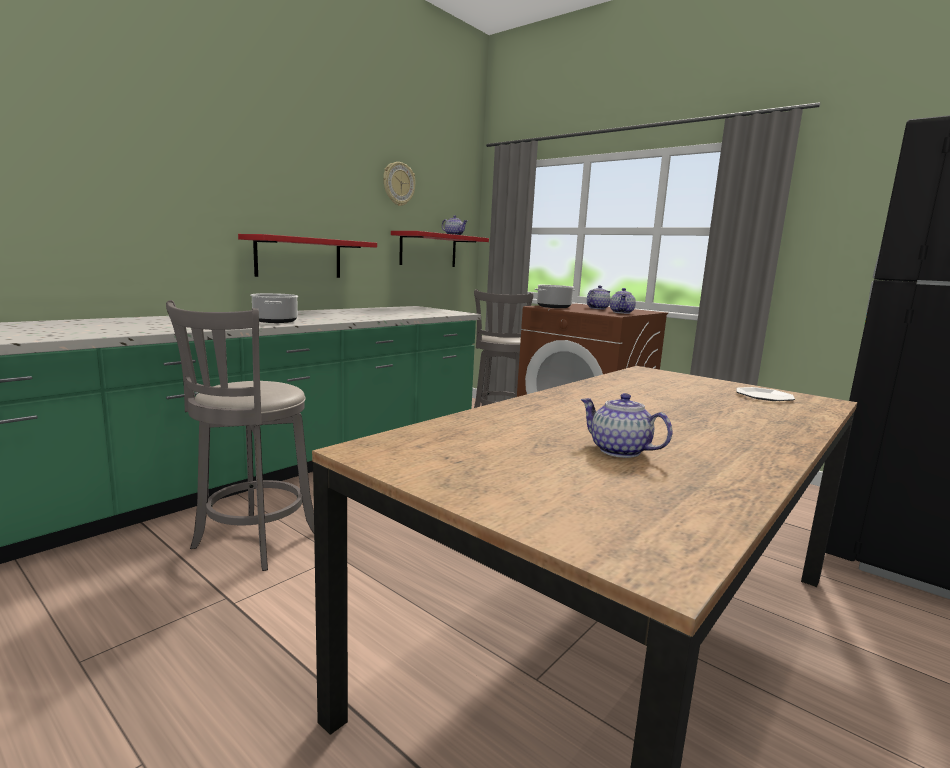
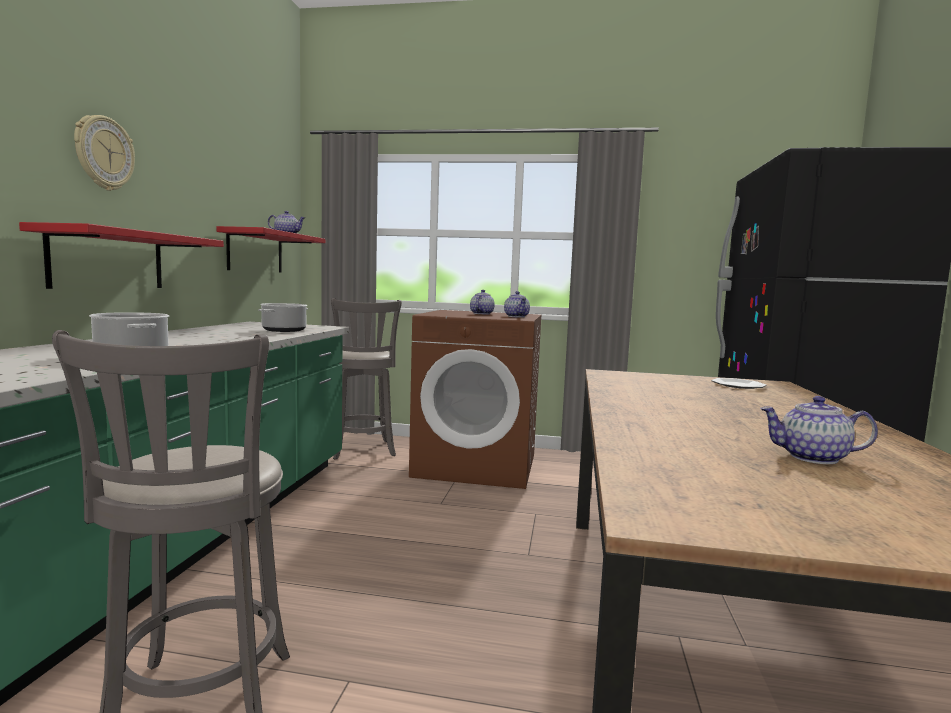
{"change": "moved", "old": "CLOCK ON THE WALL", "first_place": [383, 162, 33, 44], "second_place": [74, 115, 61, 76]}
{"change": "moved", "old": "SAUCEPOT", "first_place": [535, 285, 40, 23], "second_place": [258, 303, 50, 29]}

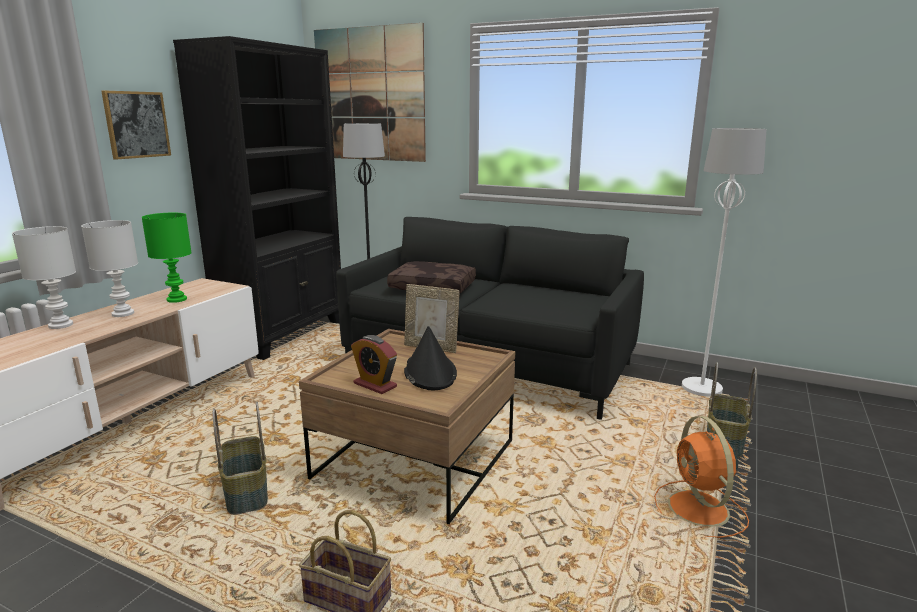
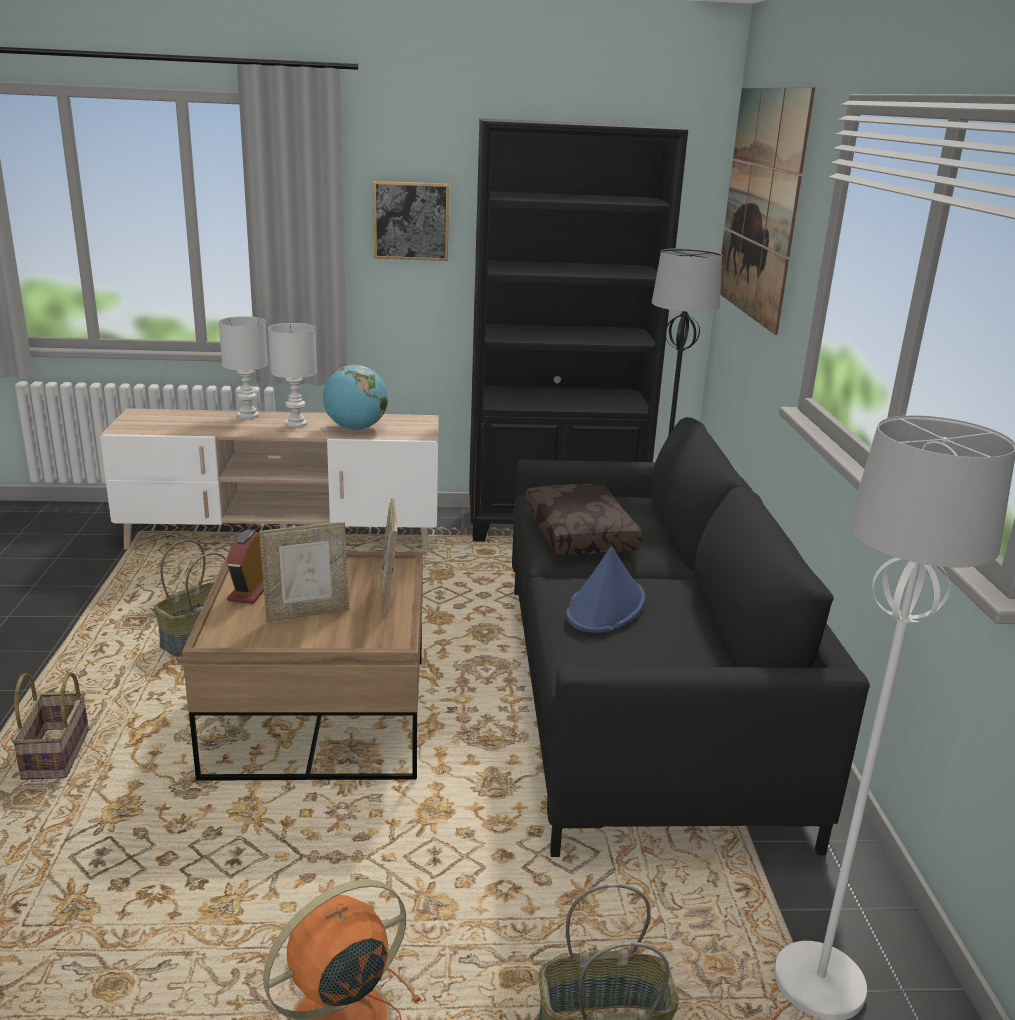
{"change": "added", "new": "BLUE CLOTHING HAT", "second_place": [565, 547, 80, 86]}
{"change": "replaced", "old": "GREEN-COLOURED LAMP FOR A TABLE", "new": "WORLD GLOBE", "first_place": [142, 213, 50, 90], "second_place": [323, 365, 65, 65]}
{"change": "replaced", "old": "BLACK-COLOURED CLOTHING HAT", "new": "PHOTO FRAME", "first_place": [404, 326, 53, 64], "second_place": [259, 522, 90, 100]}

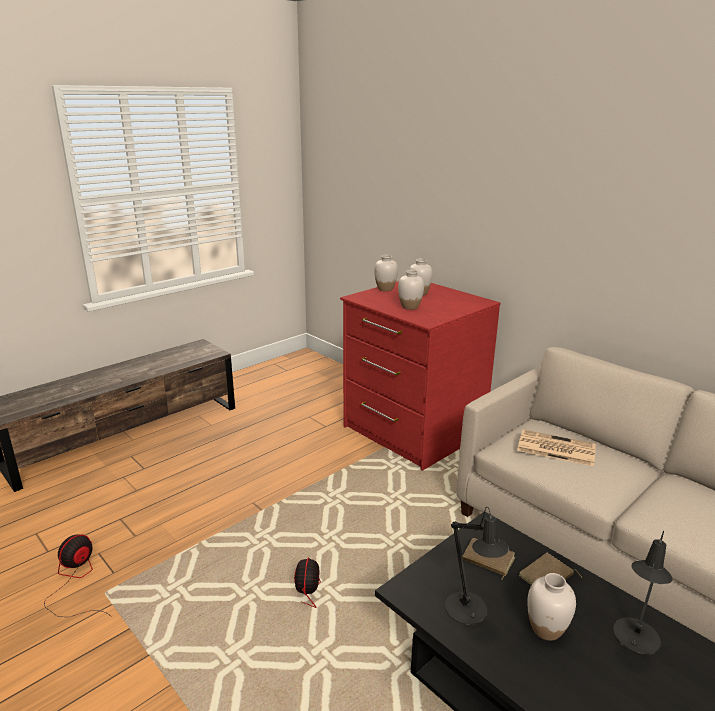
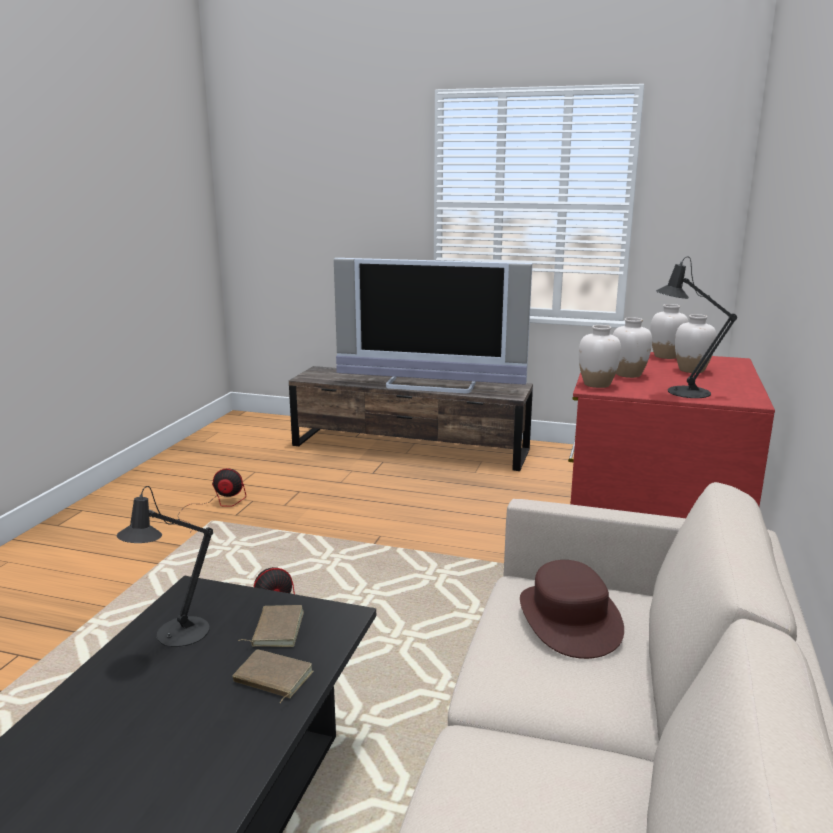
{"change": "added", "new": "TV SET", "second_place": [334, 258, 198, 135]}
{"change": "moved", "old": "WHITISH FLOWER VASE", "first_place": [528, 573, 48, 68], "second_place": [579, 325, 42, 63]}
{"change": "moved", "old": "BLACK-COLOURED LAMP FOR A TABLE", "first_place": [613, 531, 60, 123], "second_place": [656, 257, 81, 141]}
{"change": "replaced", "old": "PRINTED PAPER", "new": "BROWN CLOTHING HAT", "first_place": [517, 430, 79, 36], "second_place": [520, 560, 104, 99]}

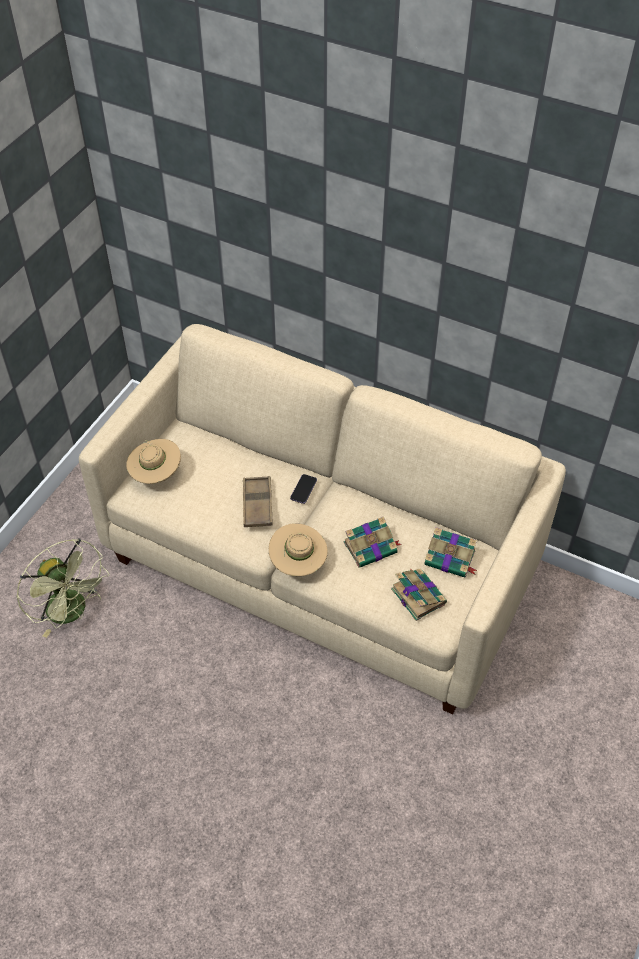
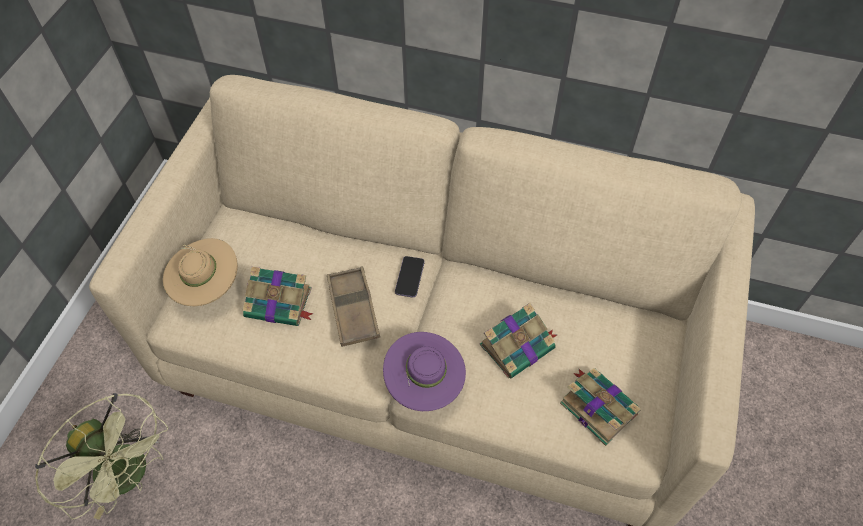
{"change": "moved", "old": "BOUND BOOK", "first_place": [424, 528, 53, 49], "second_place": [242, 267, 72, 59]}
{"change": "recoloured", "old": "BEIGE CLOTHING HAT", "new": "PURPLISH CLOTHING HAT", "first_place": [269, 523, 59, 53], "second_place": [383, 332, 83, 79]}

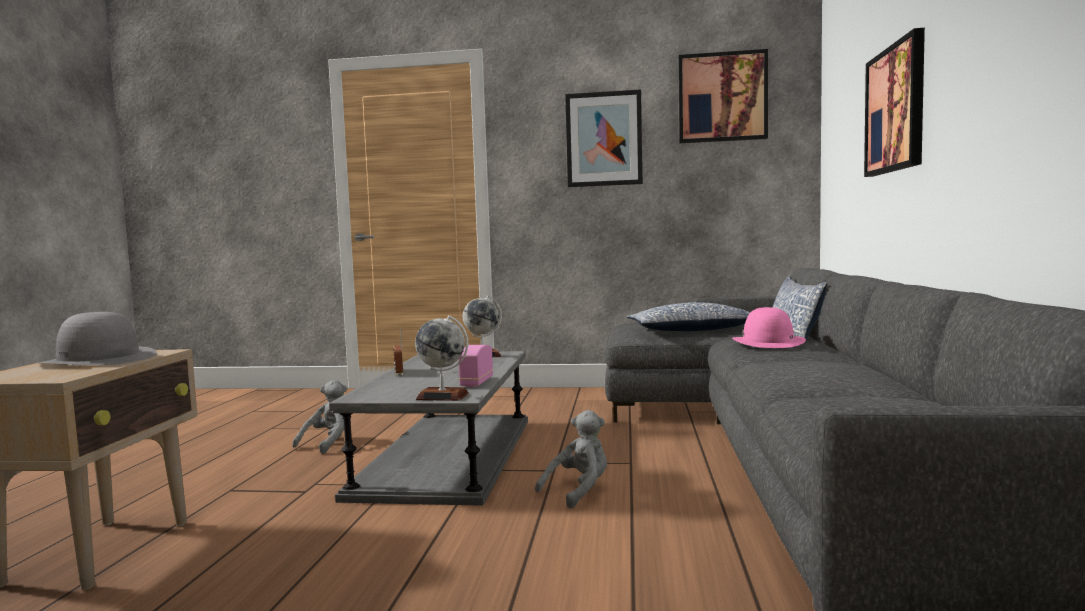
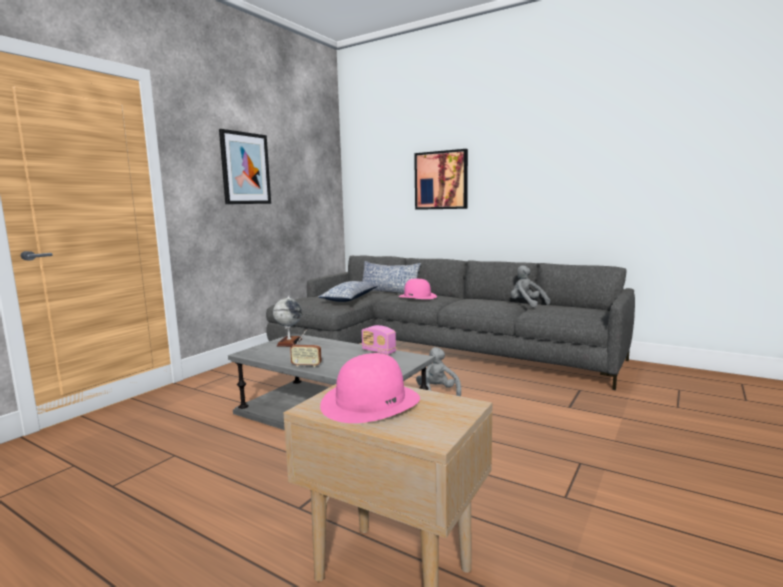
{"change": "removed", "old": "WORLD GLOBE", "first_place": [415, 315, 54, 86]}
{"change": "removed", "old": "PICTURE", "first_place": [678, 49, 90, 94]}
{"change": "moved", "old": "GREYISH CUDDLY TOY", "first_place": [292, 380, 56, 74], "second_place": [510, 265, 40, 43]}
{"change": "recoloured", "old": "GREYISH CLOTHING HAT", "new": "PINK CLOTHING HAT", "first_place": [39, 312, 118, 53], "second_place": [320, 353, 100, 70]}

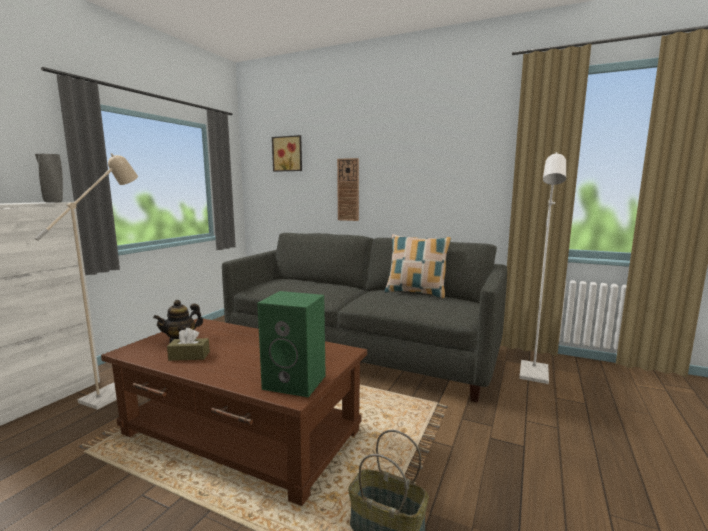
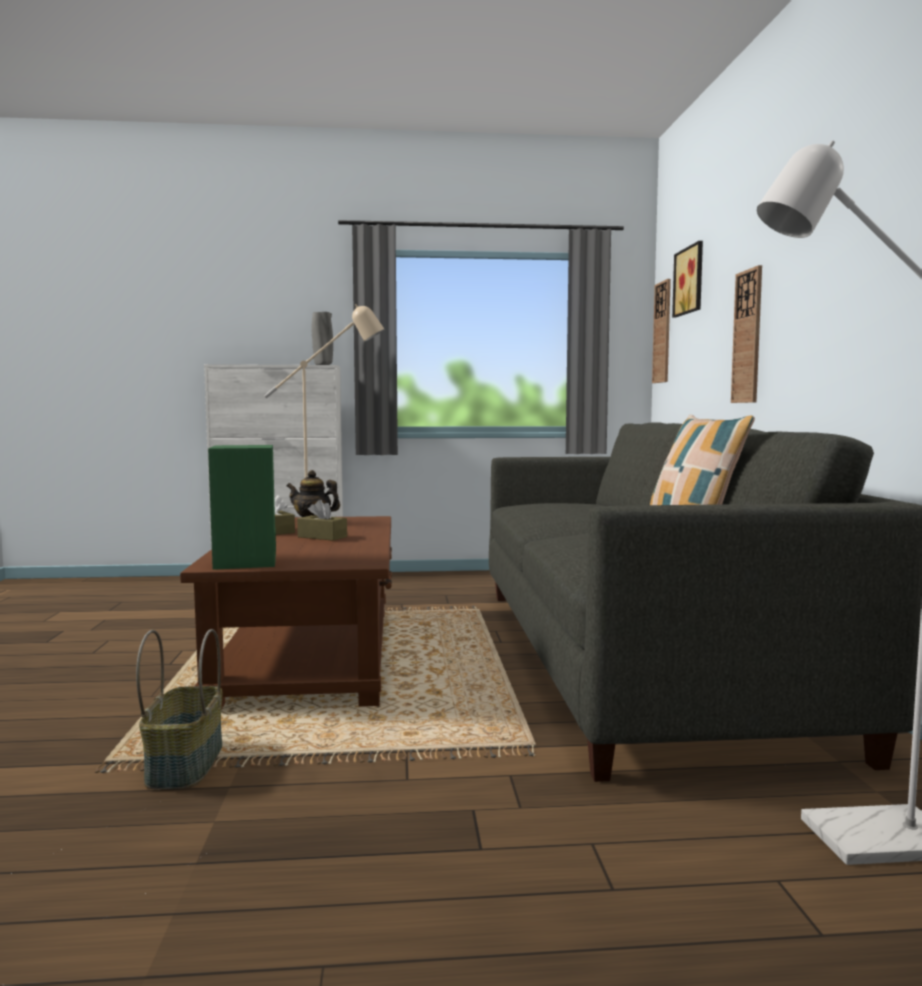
{"change": "added", "new": "BROWN TISSUE BOX", "second_place": [297, 500, 50, 41]}
{"change": "added", "new": "CLOCK ON THE WALL", "second_place": [652, 279, 19, 104]}

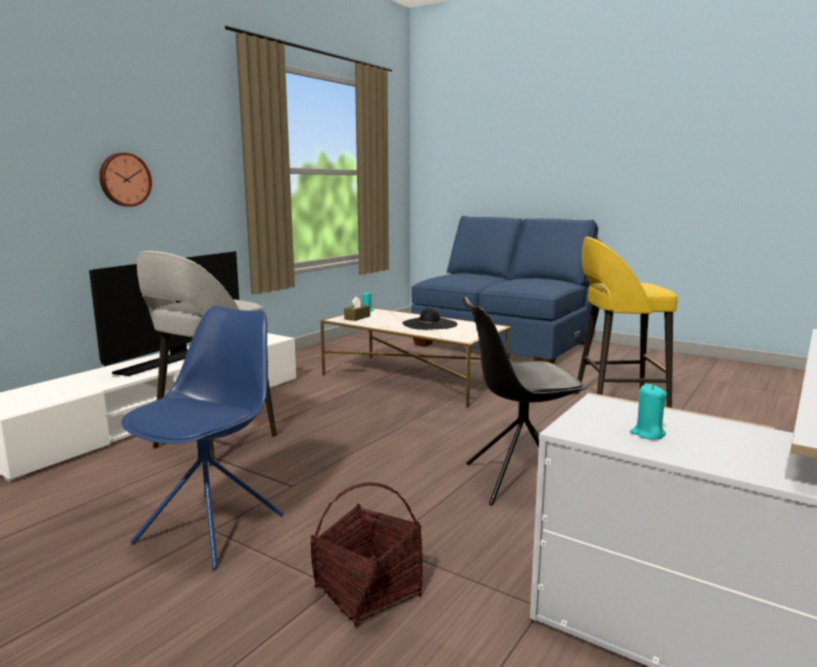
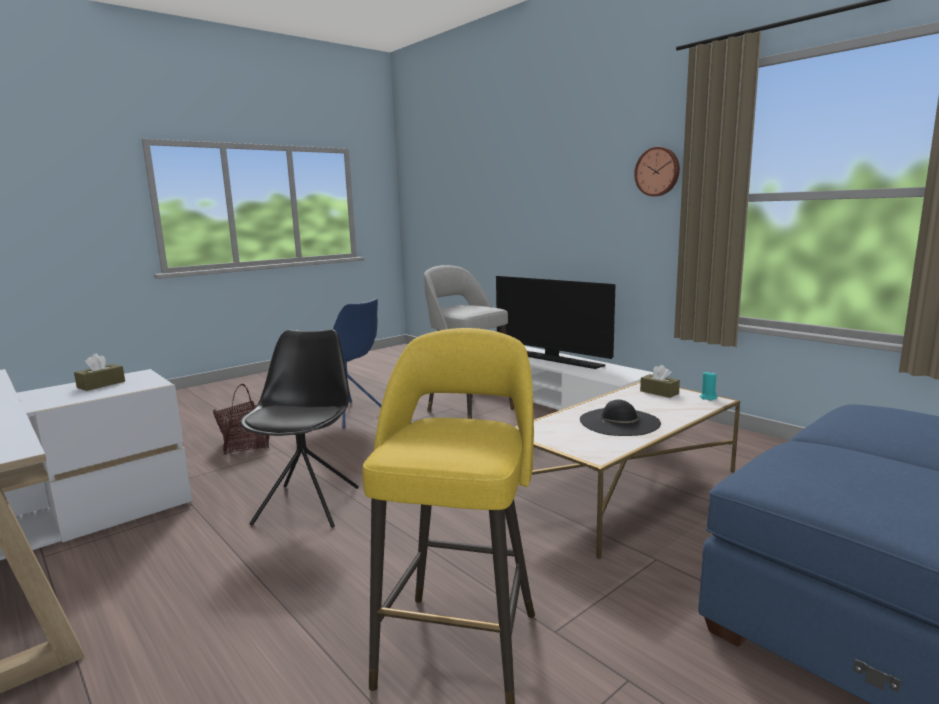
{"change": "moved", "old": "CLOCK ON THE WALL", "first_place": [99, 152, 53, 55], "second_place": [634, 147, 46, 49]}
{"change": "replaced", "old": "BLUE-GREEN CANDLE", "new": "BROWN TISSUE BOX", "first_place": [630, 384, 37, 56], "second_place": [74, 353, 51, 38]}

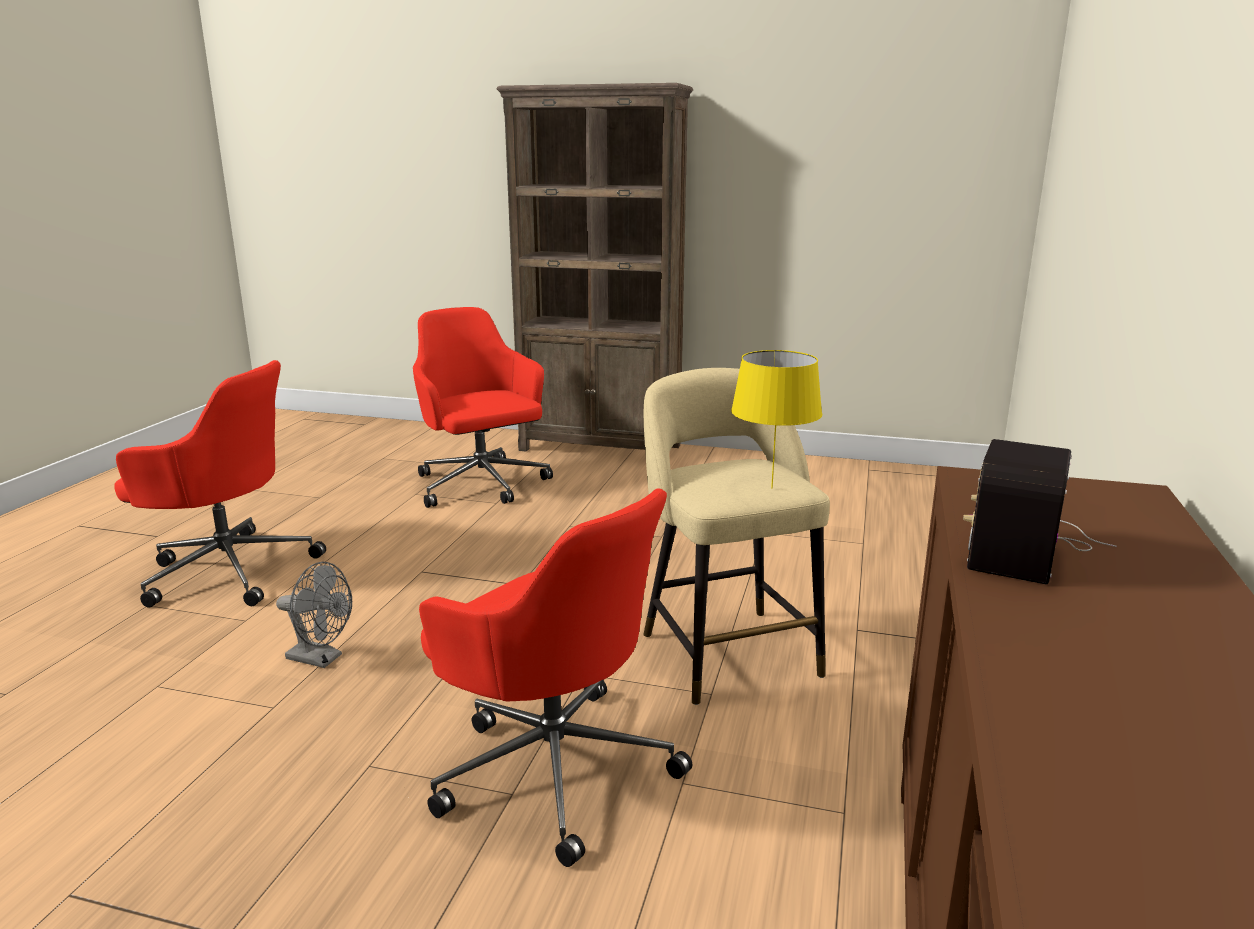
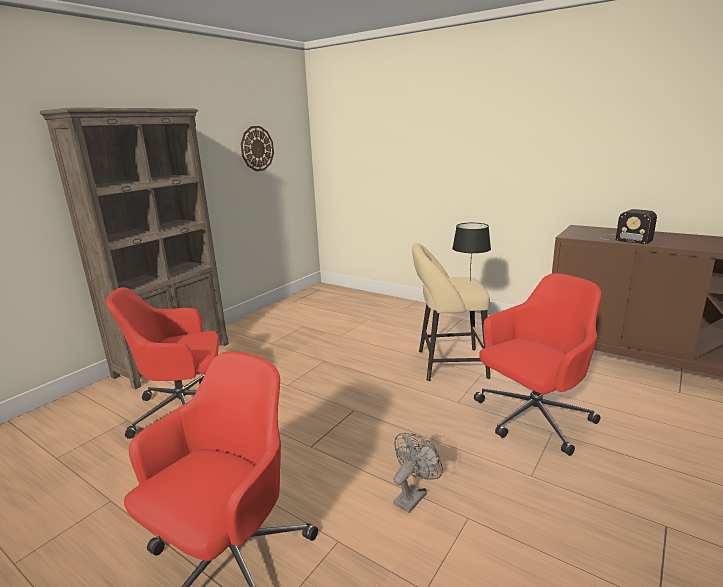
{"change": "added", "new": "CLOCK ON THE WALL", "second_place": [241, 126, 33, 45]}
{"change": "recoloured", "old": "YELLOWISH LAMP FOR A TABLE", "new": "BLACK-COLOURED LAMP FOR A TABLE", "first_place": [731, 350, 91, 138], "second_place": [452, 223, 39, 55]}

